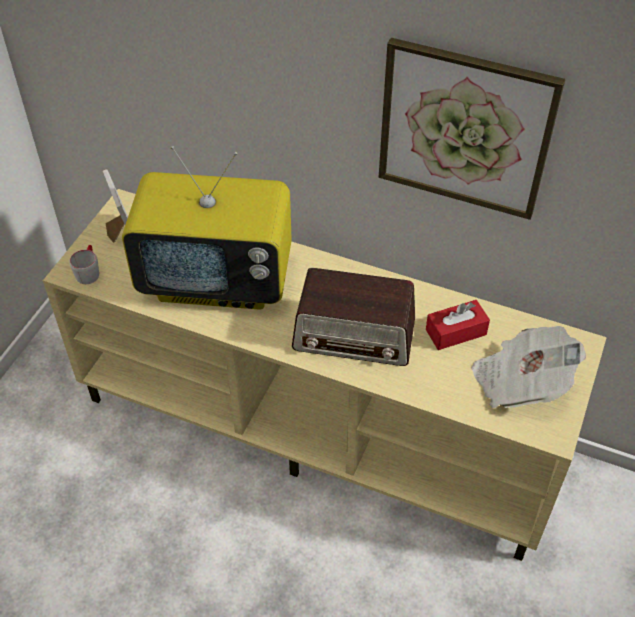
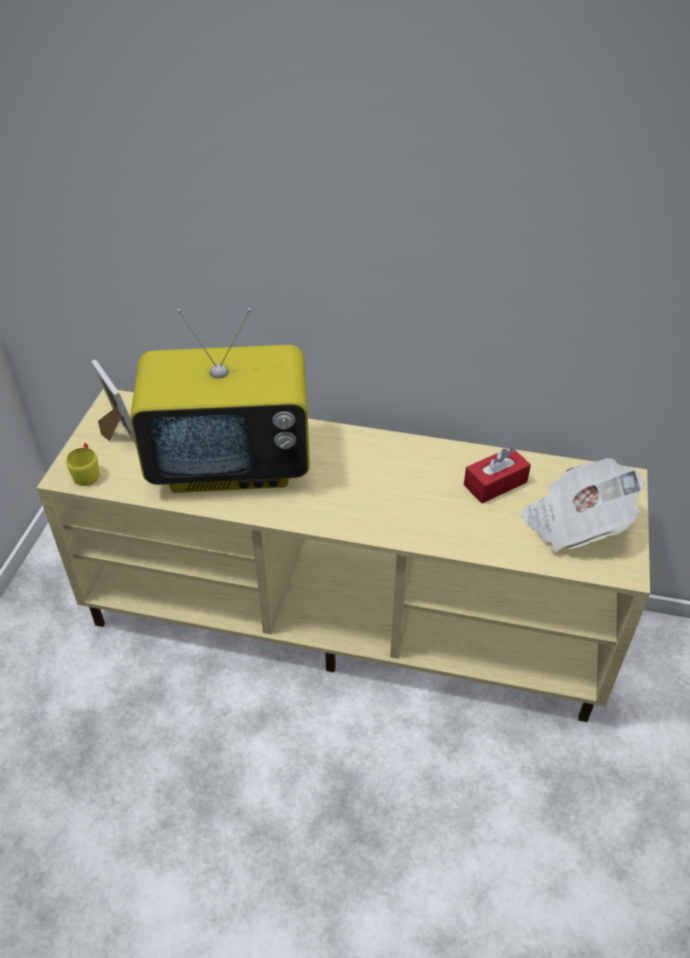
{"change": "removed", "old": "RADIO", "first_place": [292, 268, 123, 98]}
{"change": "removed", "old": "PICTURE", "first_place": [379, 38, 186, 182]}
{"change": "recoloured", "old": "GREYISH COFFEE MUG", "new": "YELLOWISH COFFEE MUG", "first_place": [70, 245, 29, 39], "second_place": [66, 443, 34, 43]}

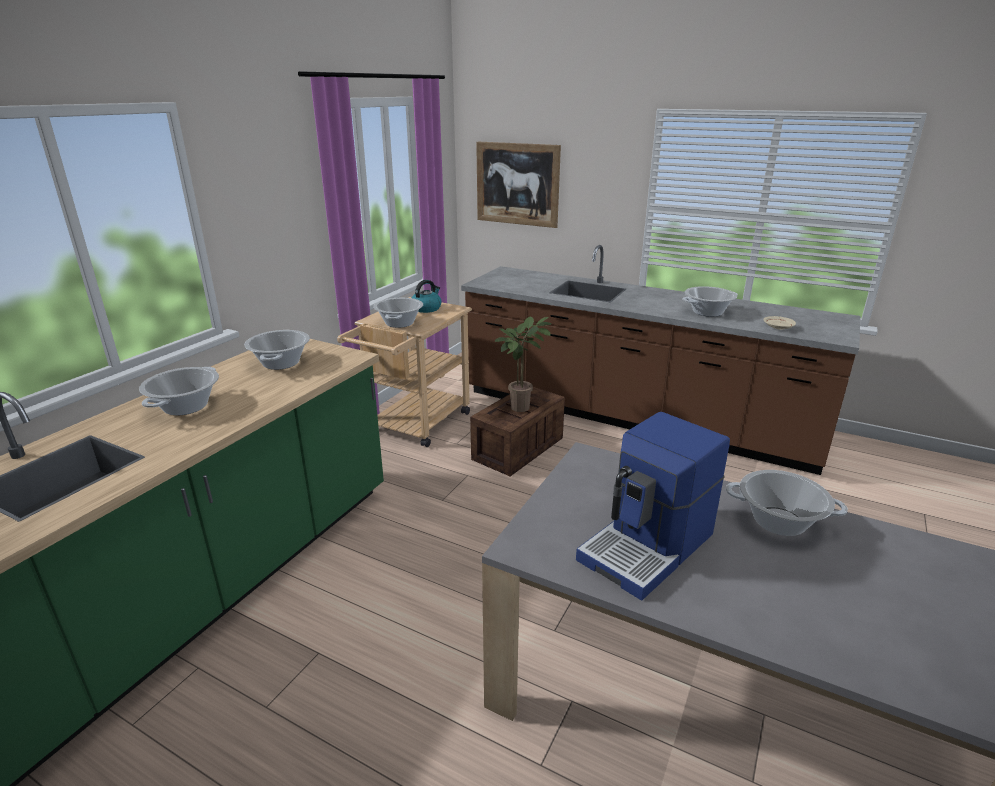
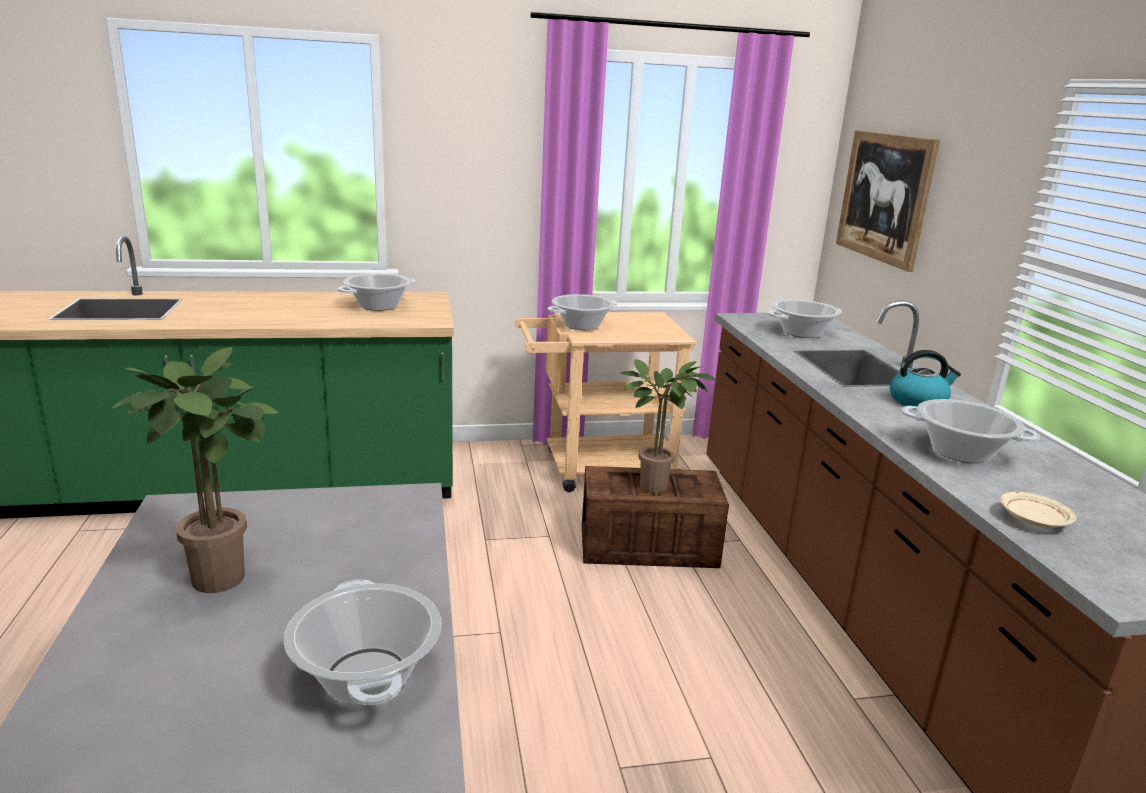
{"change": "moved", "old": "SAUCEPOT", "first_place": [139, 367, 80, 48], "second_place": [768, 299, 74, 39]}
{"change": "moved", "old": "TEA KETTLE", "first_place": [412, 280, 30, 33], "second_place": [890, 350, 71, 56]}
{"change": "replaced", "old": "COFFEE MAKER", "new": "HOUSEPLANT", "first_place": [576, 412, 154, 189], "second_place": [112, 347, 166, 246]}

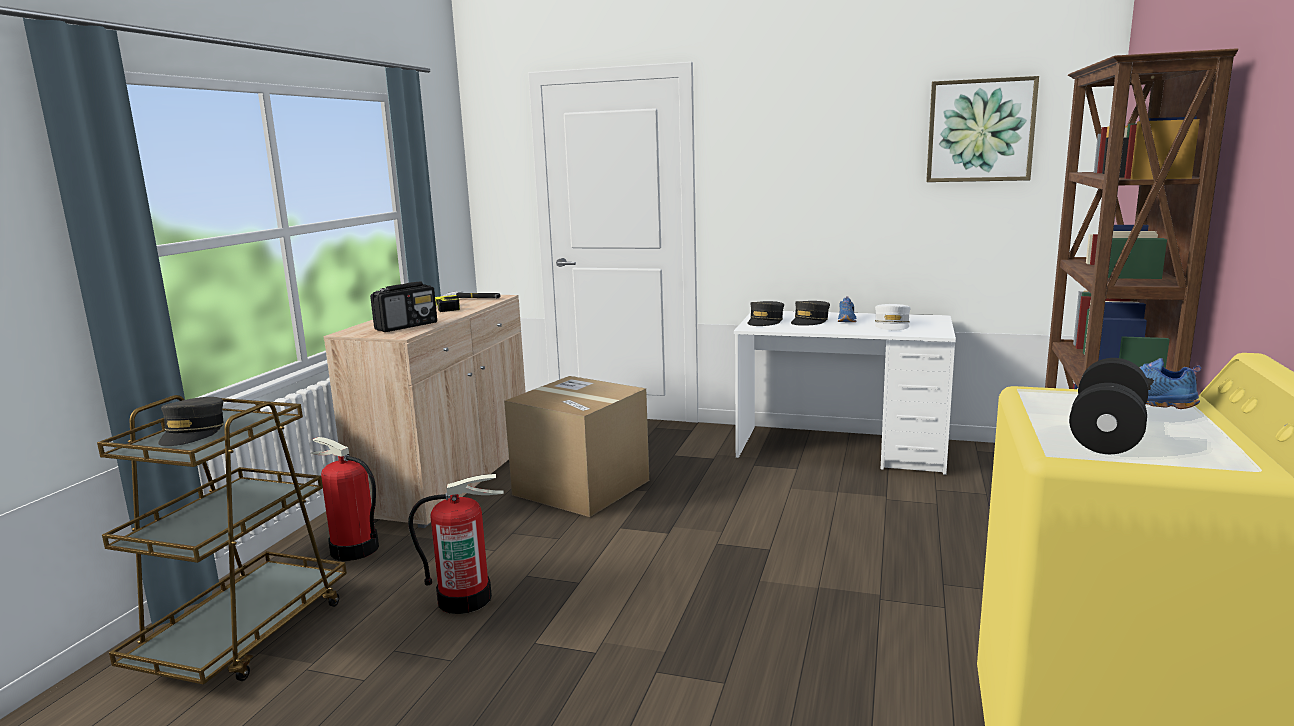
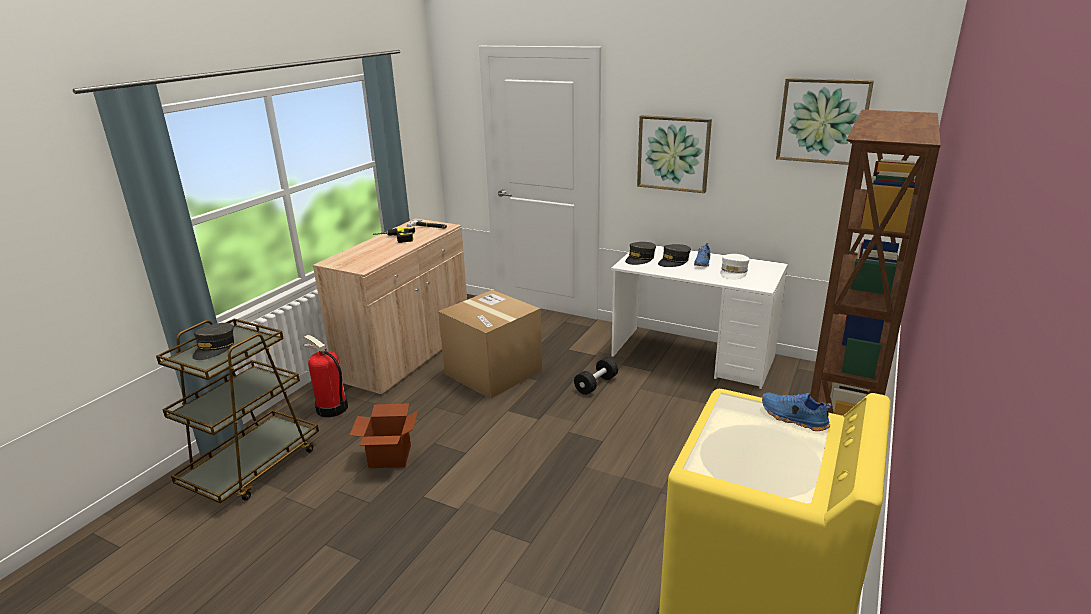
{"change": "removed", "old": "RADIO", "first_place": [370, 281, 67, 51]}
{"change": "added", "new": "PICTURE", "second_place": [637, 115, 75, 78]}
{"change": "moved", "old": "BLACK-COLOURED HAND WEIGHT", "first_place": [1069, 358, 79, 96], "second_place": [574, 357, 44, 38]}
{"change": "replaced", "old": "FIRE-FIGHTING CYLINDER", "new": "CARDBOARD BOX", "first_place": [408, 474, 96, 140], "second_place": [349, 403, 69, 65]}

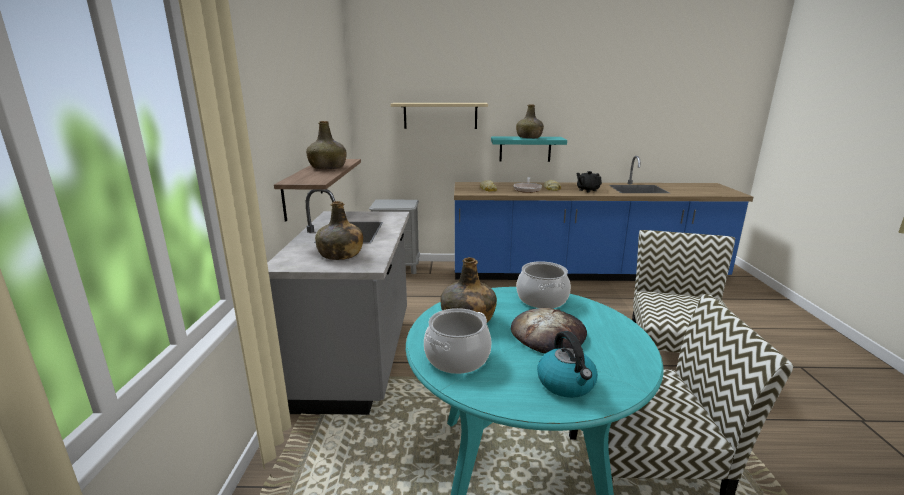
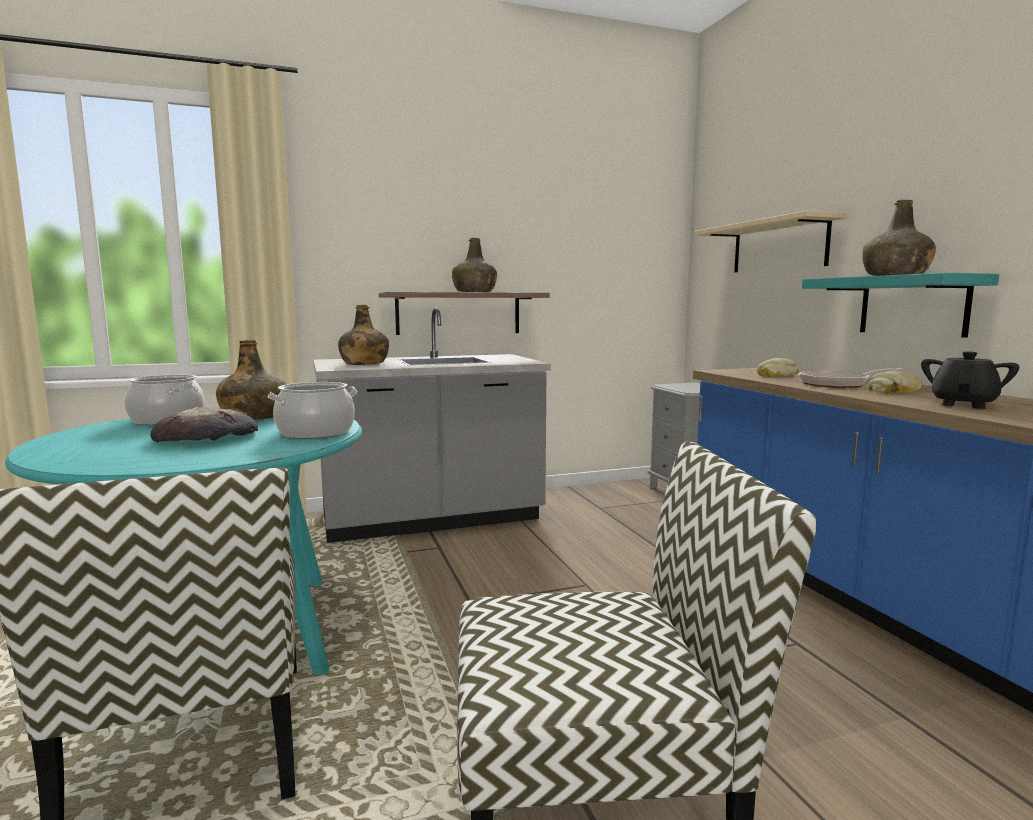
{"change": "removed", "old": "TEA KETTLE", "first_place": [537, 331, 61, 67]}

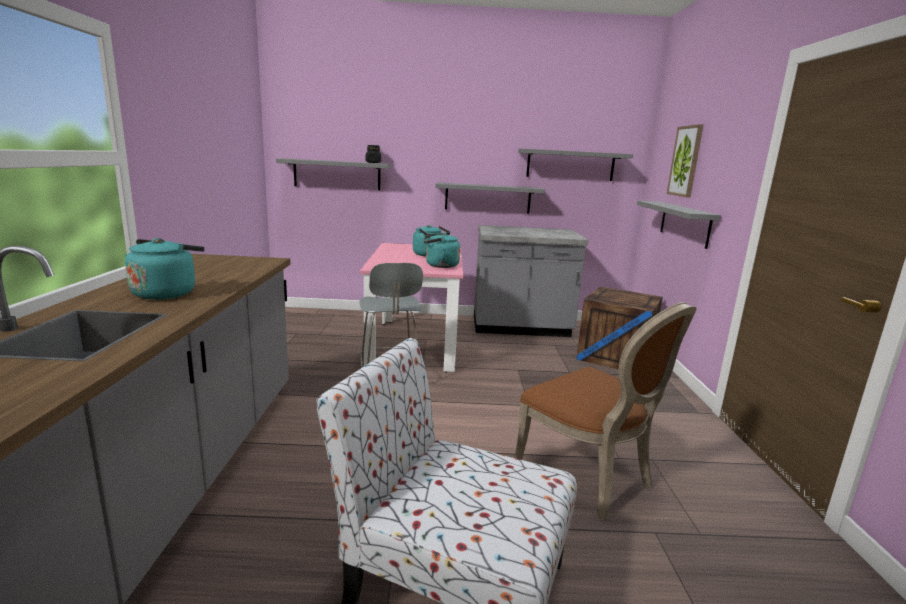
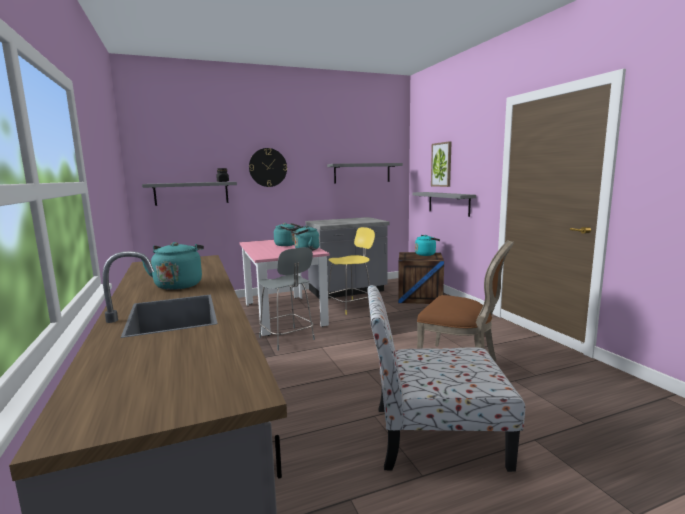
{"change": "removed", "old": "GREYISH SHELF", "first_place": [435, 182, 110, 32]}
{"change": "added", "new": "CLOCK ON THE WALL", "second_place": [249, 148, 38, 39]}
{"change": "added", "new": "YELLOWISH STOOL", "second_place": [328, 227, 47, 88]}
{"change": "added", "new": "BLUE-GREEN TEA KETTLE", "second_place": [415, 235, 25, 21]}

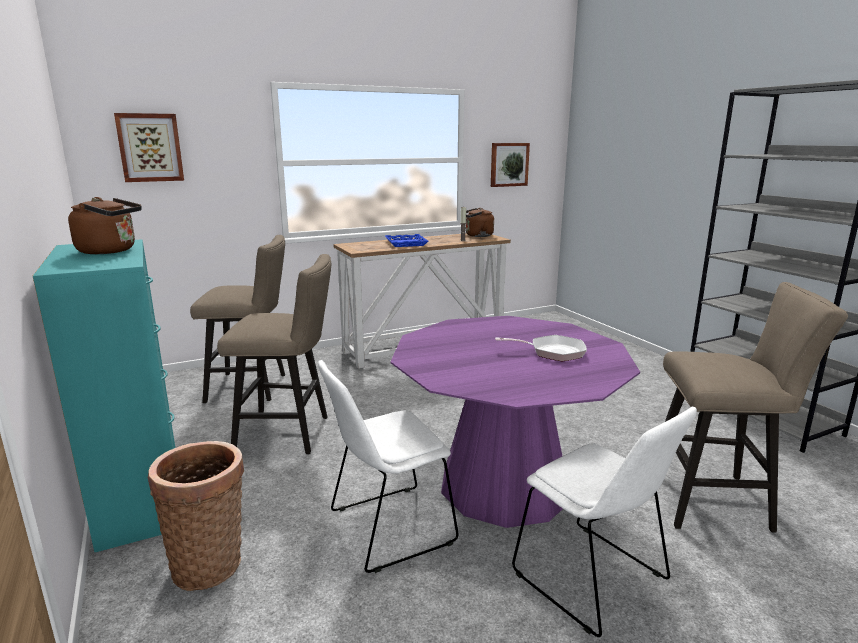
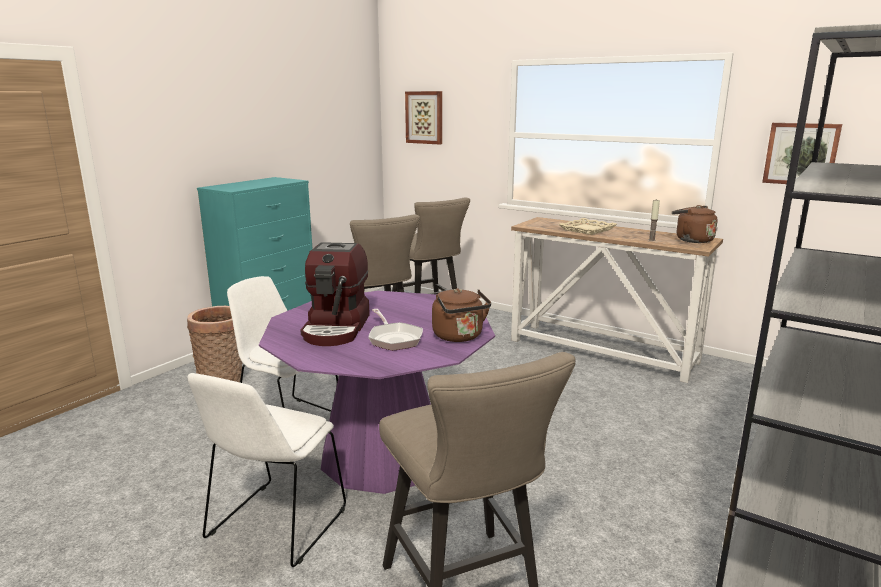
{"change": "added", "new": "COFFEE MAKER", "second_place": [301, 242, 69, 104]}
{"change": "moved", "old": "BROWN TEA KETTLE", "first_place": [68, 197, 74, 57], "second_place": [432, 288, 59, 54]}
{"change": "recoloured", "old": "BLUE TRAY", "new": "BEIGE TRAY", "first_place": [385, 234, 43, 13], "second_place": [559, 218, 58, 17]}

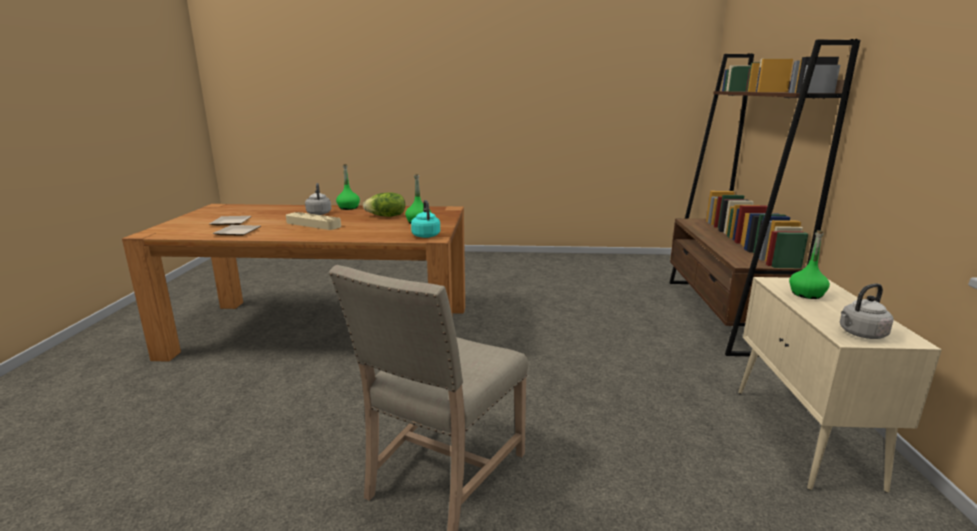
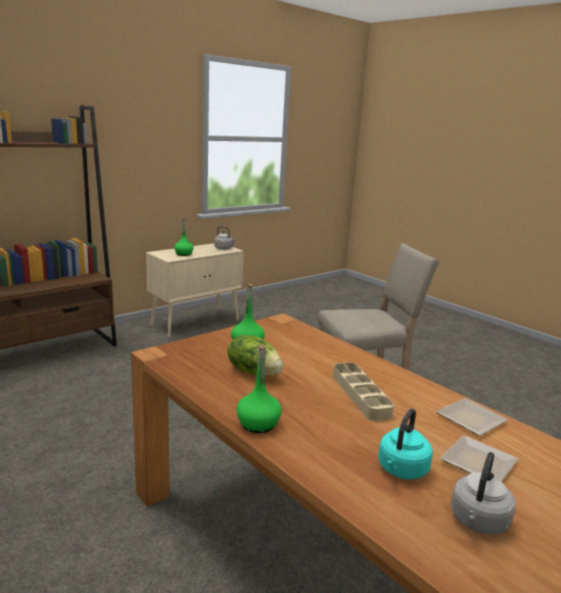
{"change": "moved", "old": "GREYISH TEA KETTLE", "first_place": [305, 183, 27, 32], "second_place": [451, 452, 65, 83]}
{"change": "moved", "old": "BLUE-GREEN TEA KETTLE", "first_place": [411, 200, 29, 38], "second_place": [378, 408, 55, 72]}

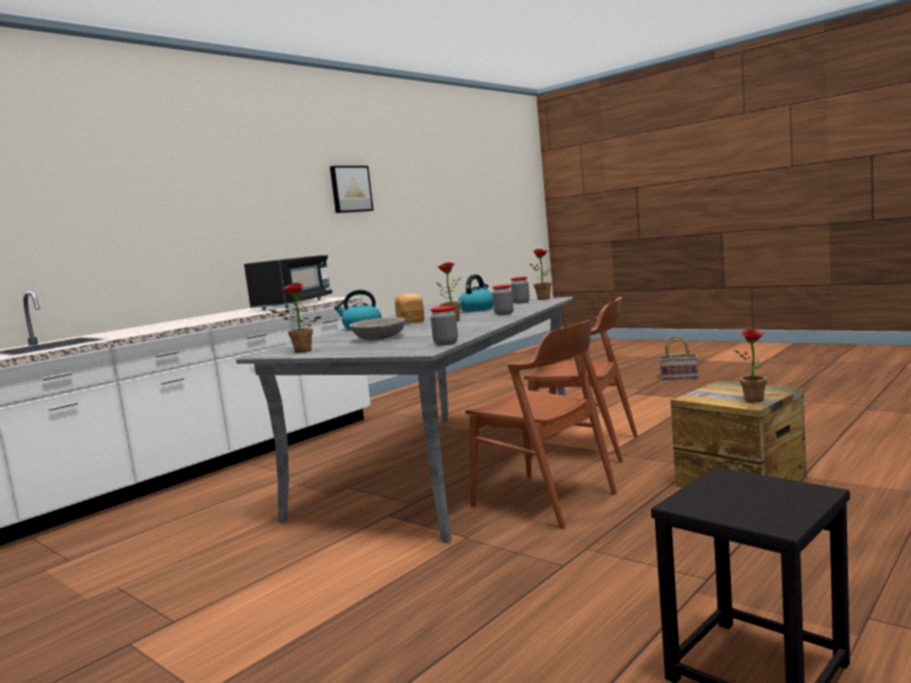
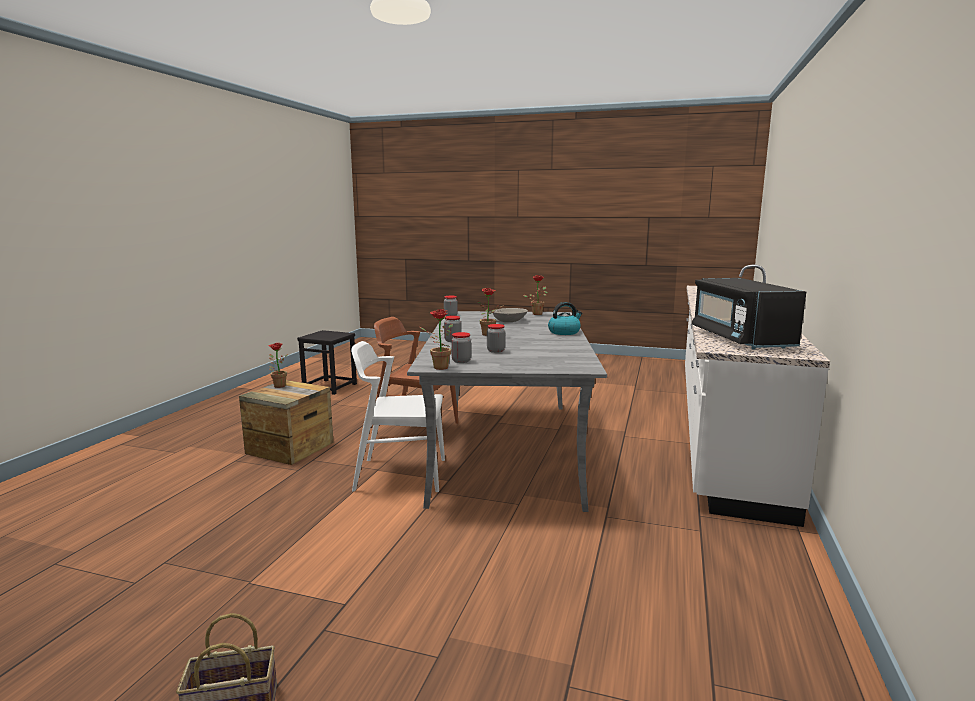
{"change": "removed", "old": "PICTURE", "first_place": [330, 166, 44, 47]}
{"change": "removed", "old": "BAKED BREAD", "first_place": [395, 293, 30, 30]}
{"change": "replaced", "old": "TEA KETTLE", "new": "JAR", "first_place": [458, 274, 35, 38], "second_place": [487, 324, 18, 29]}
{"change": "recoloured", "old": "BROWN UPRIGHT CHAIR", "new": "WHITISH UPRIGHT CHAIR", "first_place": [524, 297, 114, 166], "second_place": [351, 341, 94, 151]}

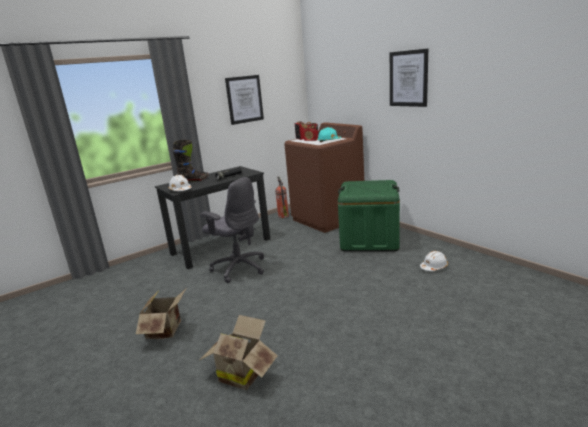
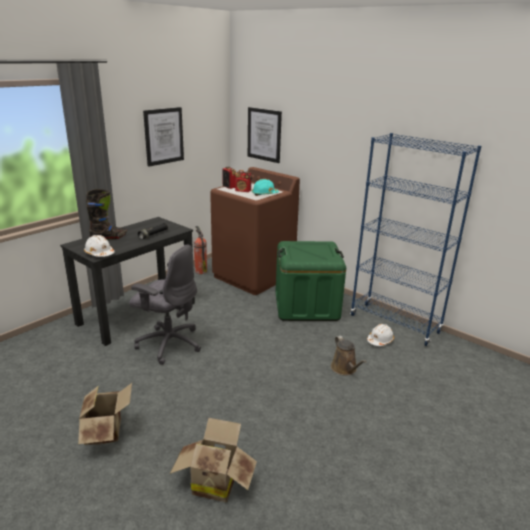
{"change": "added", "new": "BROWN WATERING CAN", "second_place": [331, 336, 35, 39]}
{"change": "added", "new": "BLUE SHELVING UNIT", "second_place": [350, 133, 131, 213]}
{"change": "moved", "old": "PICTURE", "first_place": [390, 49, 38, 58], "second_place": [248, 107, 34, 56]}

